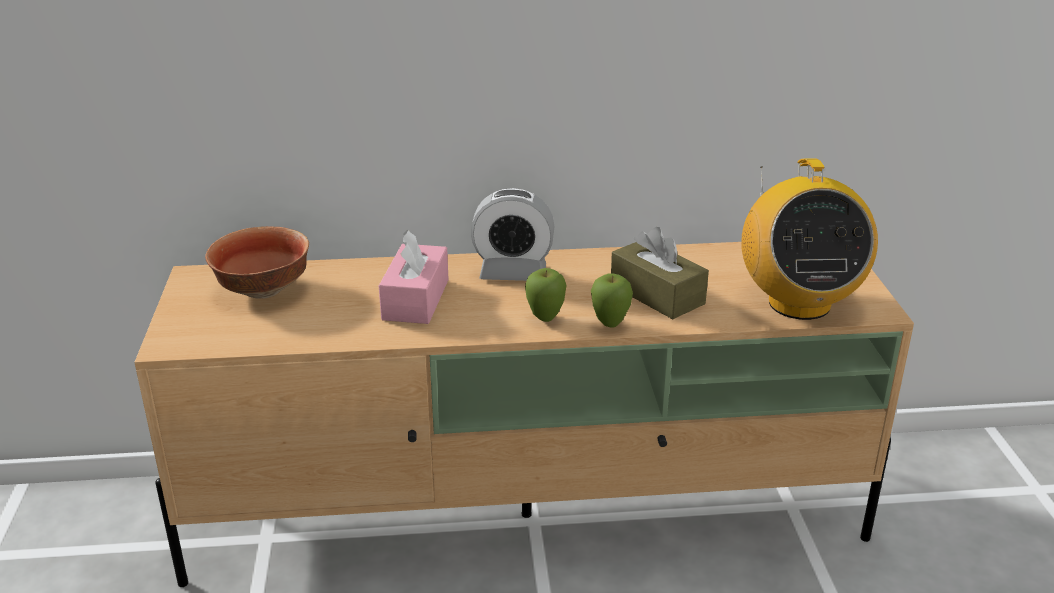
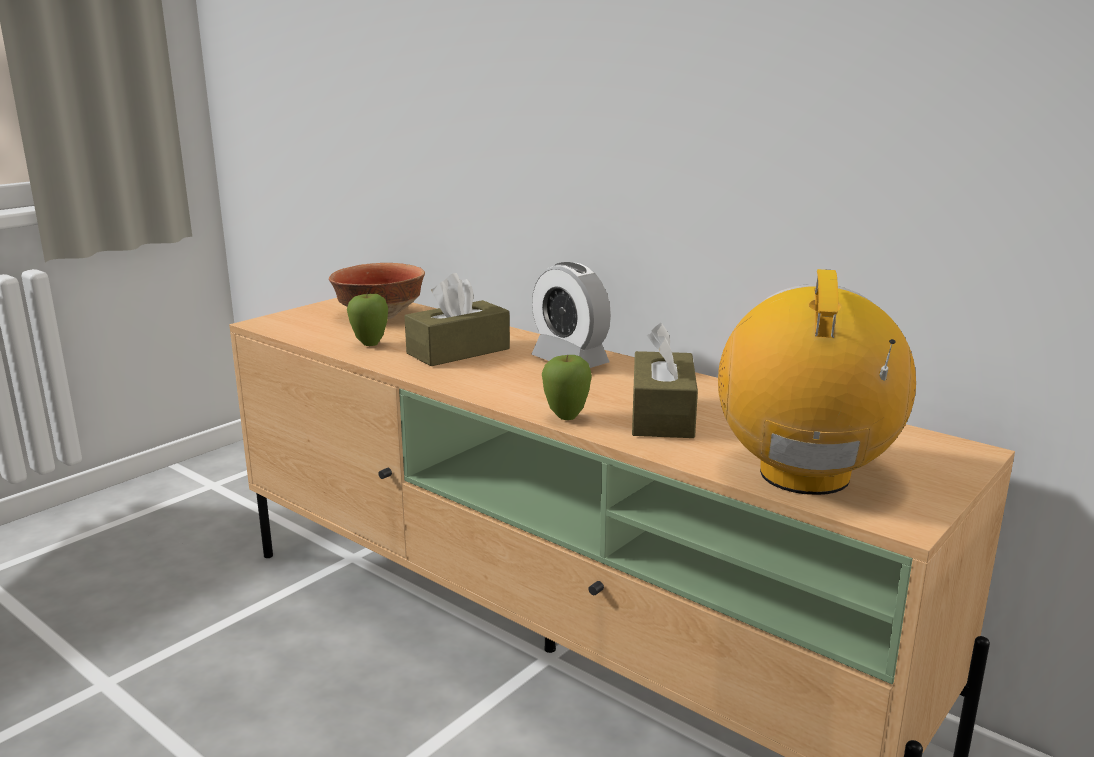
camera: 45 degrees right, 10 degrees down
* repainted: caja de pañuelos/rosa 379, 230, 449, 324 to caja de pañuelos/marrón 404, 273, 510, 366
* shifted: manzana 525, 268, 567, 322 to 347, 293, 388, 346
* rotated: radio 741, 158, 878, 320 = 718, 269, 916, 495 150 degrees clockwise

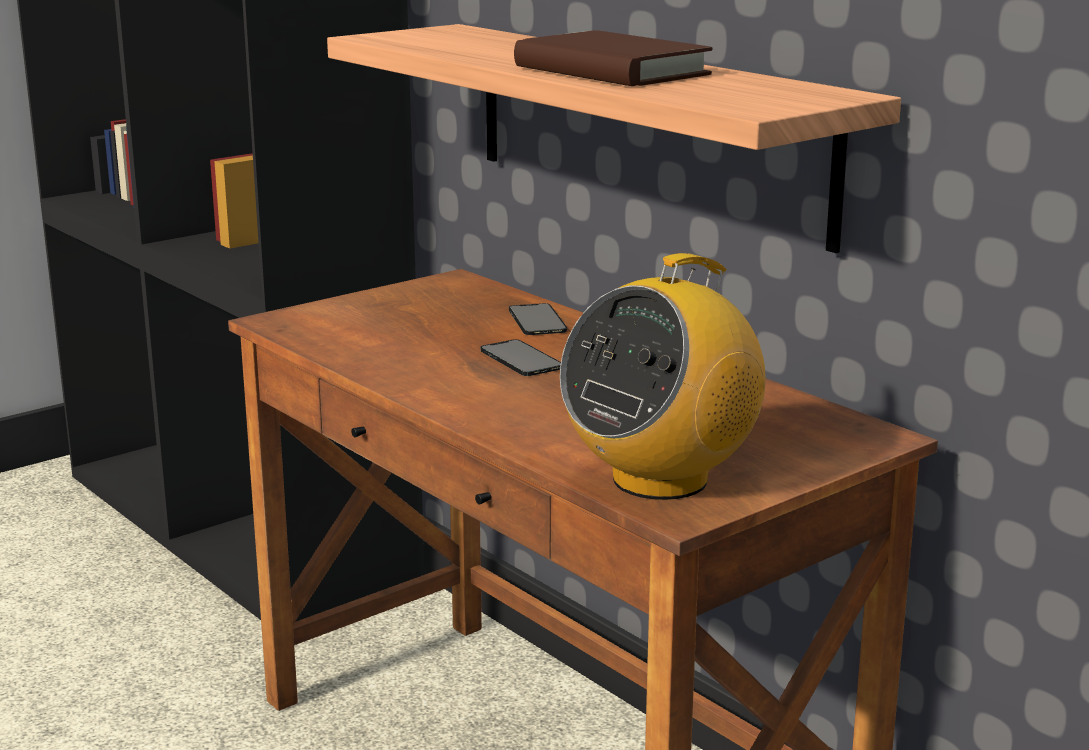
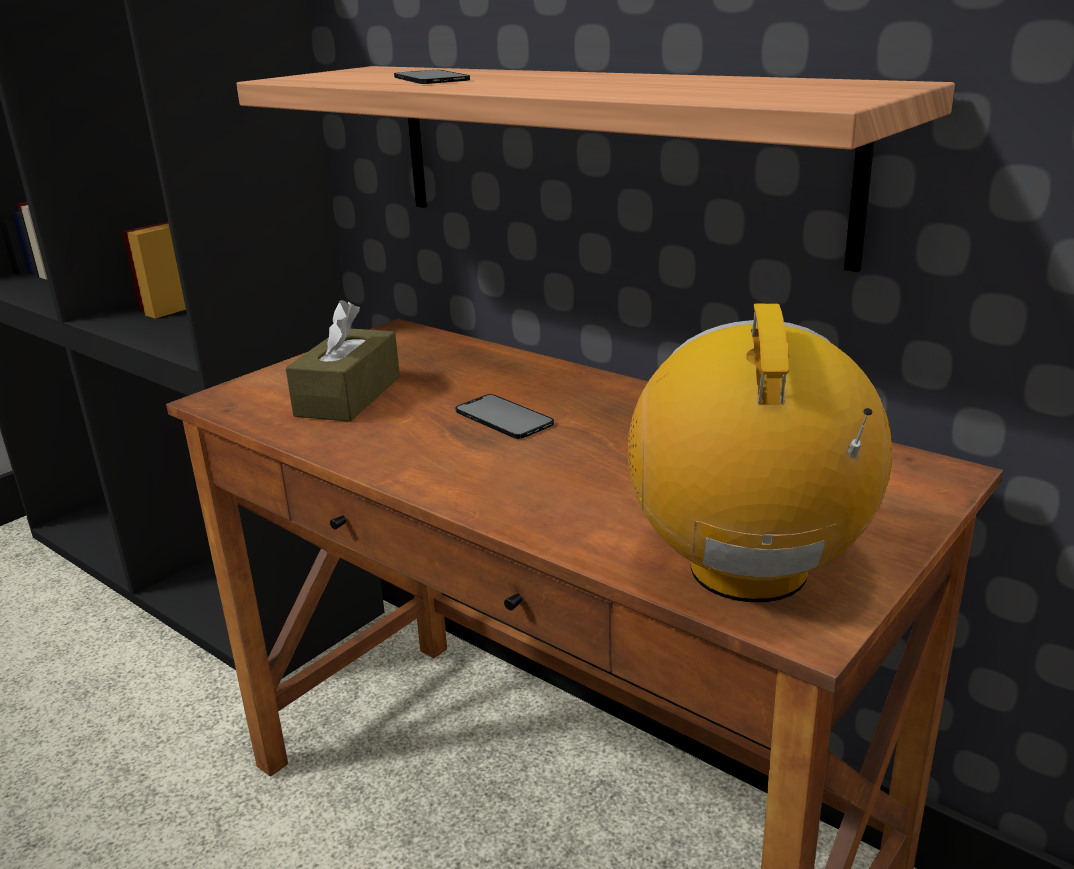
camera: 10 degrees left, 5 degrees up
* shifted: móvil 509, 303, 567, 335 to 394, 70, 470, 84
* gone: libro/marrón 514, 30, 713, 86
* rotated: radio 560, 253, 766, 500 = 628, 304, 892, 602 150 degrees clockwise
* new: caja de pañuelos/marrón 286, 300, 400, 422

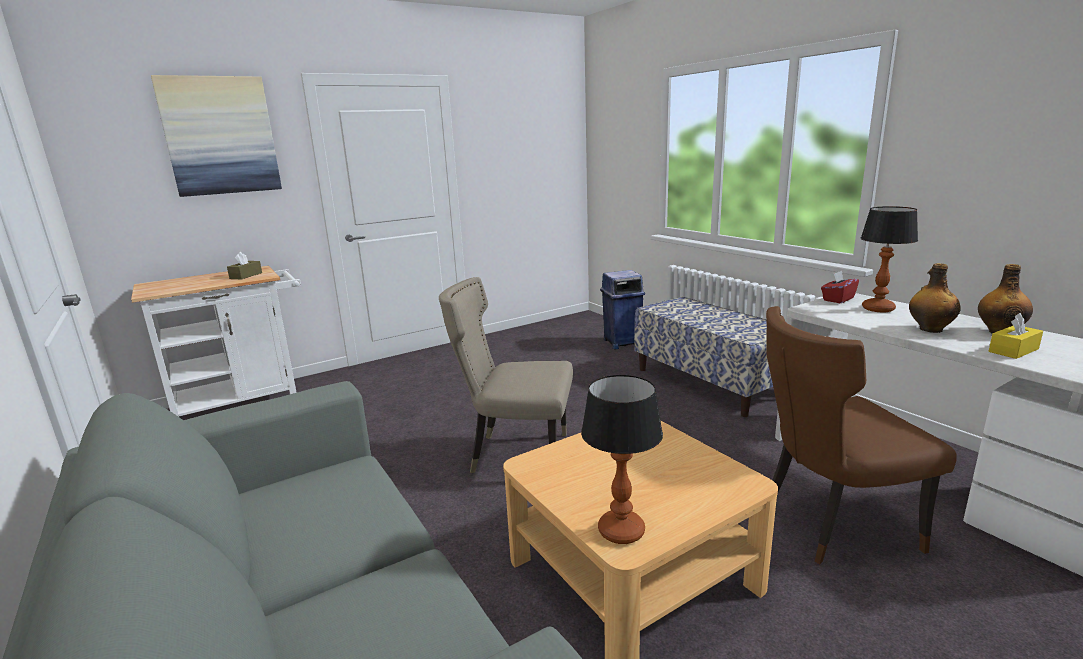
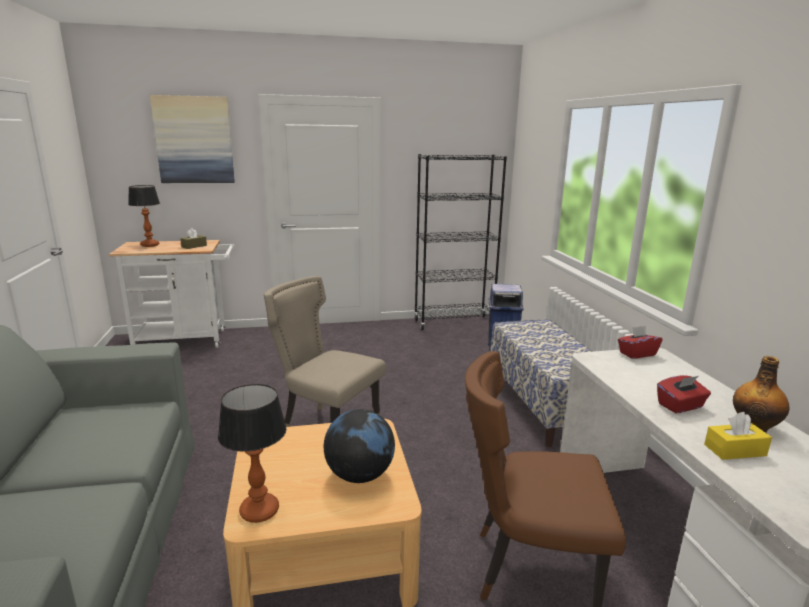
camera: 20 degrees right, 0 degrees up
* shifted: lámpara de mesa 860, 206, 918, 312 to 128, 185, 160, 247
* swapped: botella 909, 263, 961, 333 to caja de pañuelos/rojo 657, 375, 711, 413
* new: globo terráqueo 324, 409, 395, 483
* new: estantería/negro 414, 154, 507, 330

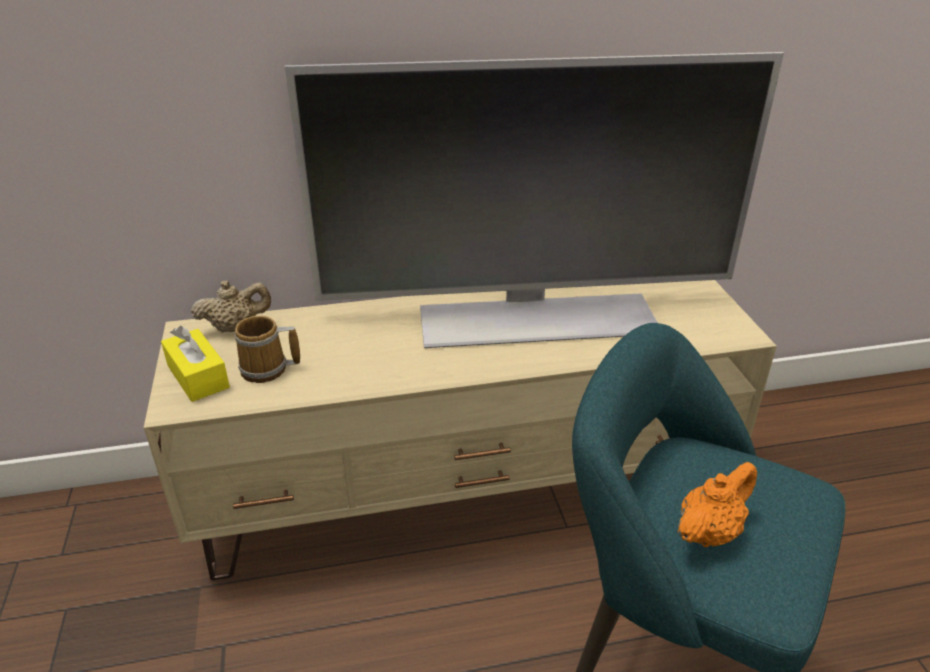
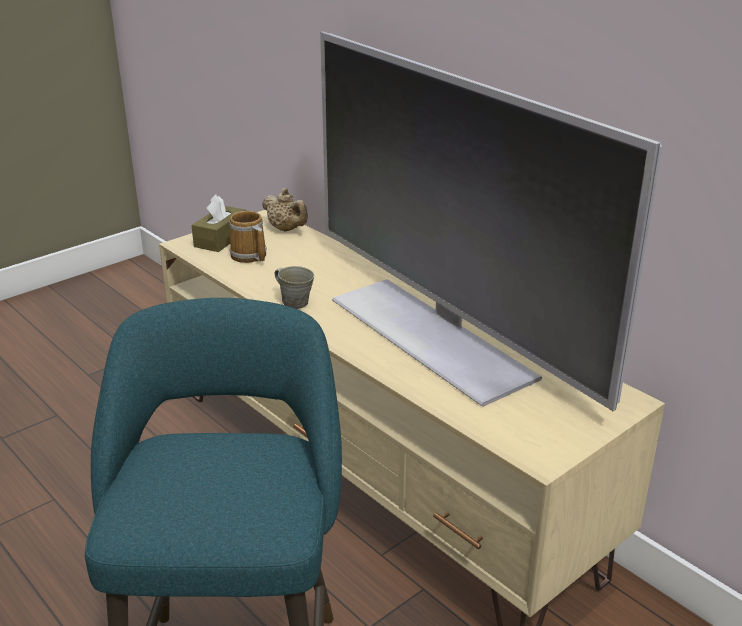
camera: 60 degrees right, 5 degrees down
* repainted: caja de pañuelos/amarillo 161, 326, 230, 402 to caja de pañuelos/marrón 191, 195, 246, 252
* gone: tetera/naranja 677, 462, 757, 547
* new: taza grande/gris 275, 266, 314, 309

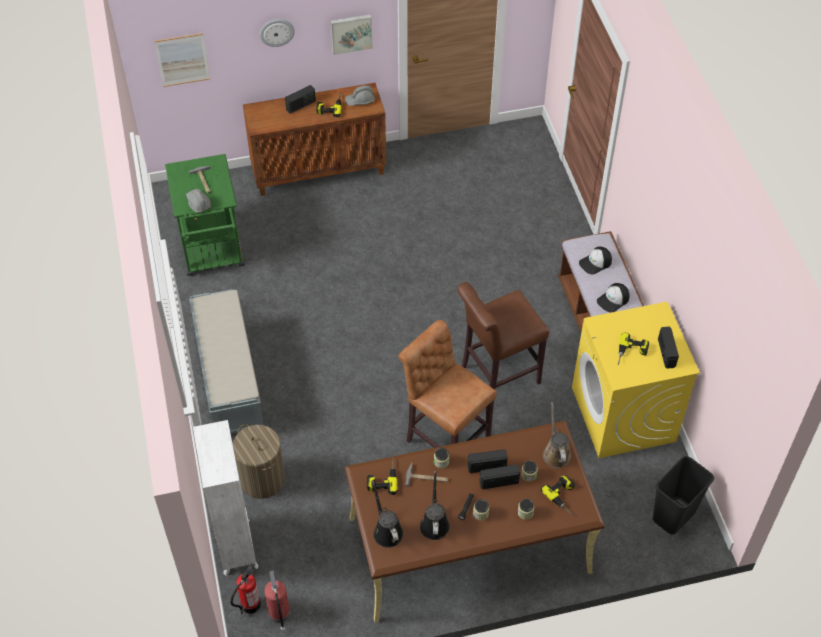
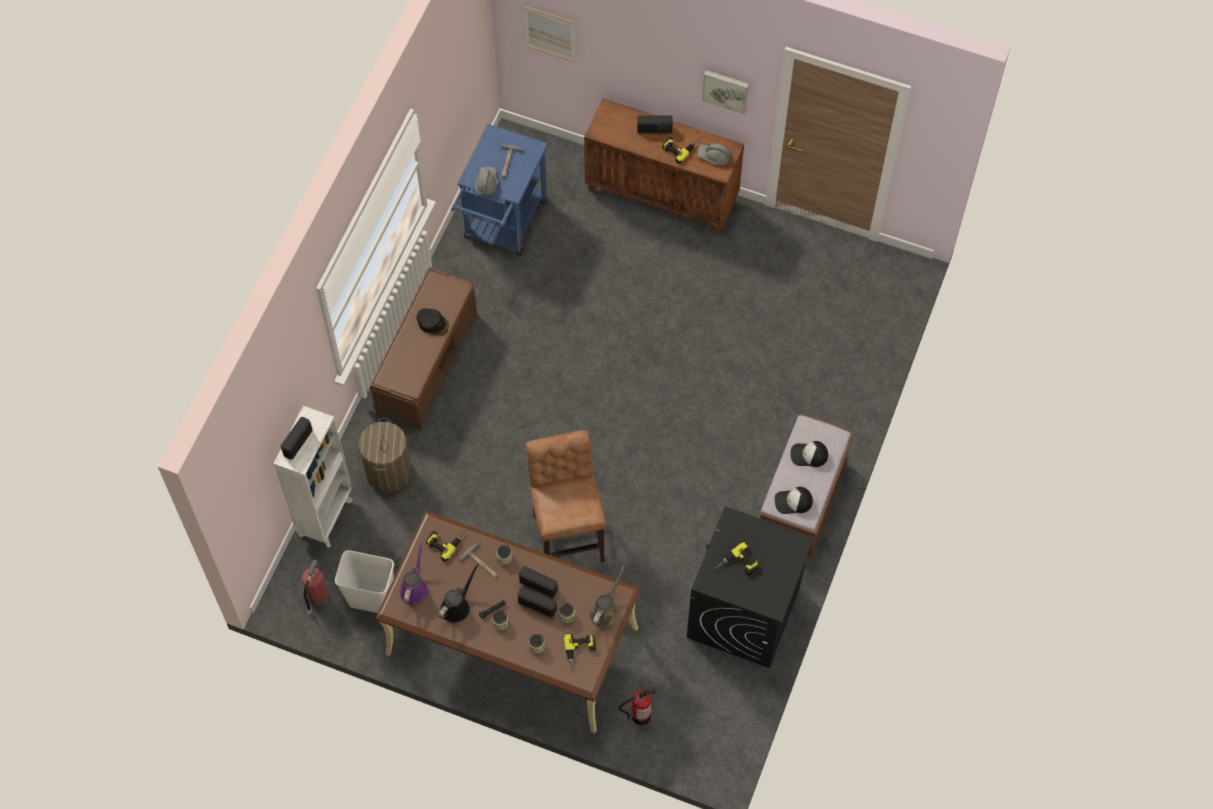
camera: 35 degrees right, 10 degrees up
* repainted: carrito/verde 165, 154, 245, 276 to carrito/azul 451, 124, 548, 256
* repainted: banco/gris 189, 289, 263, 434 to banco/marrón 369, 267, 477, 430
* shifted: extintor 230, 563, 261, 614 to 619, 687, 656, 725
* gone: reloj de pared 260, 19, 295, 47
* repainted: regadera/negro 372, 481, 403, 548 to regadera/morado 399, 540, 428, 605
* gone: taburete/marrón 457, 282, 549, 390
* repainted: lavadora/amarillo 572, 301, 700, 458 to lavadora/negro 687, 506, 814, 668
* gone: papelera/negro 653, 456, 714, 534
* shifted: radio 658, 327, 679, 369 to 281, 416, 313, 460
* new: papelera/blanco 335, 550, 394, 613
* new: gorra/negro 416, 309, 449, 335

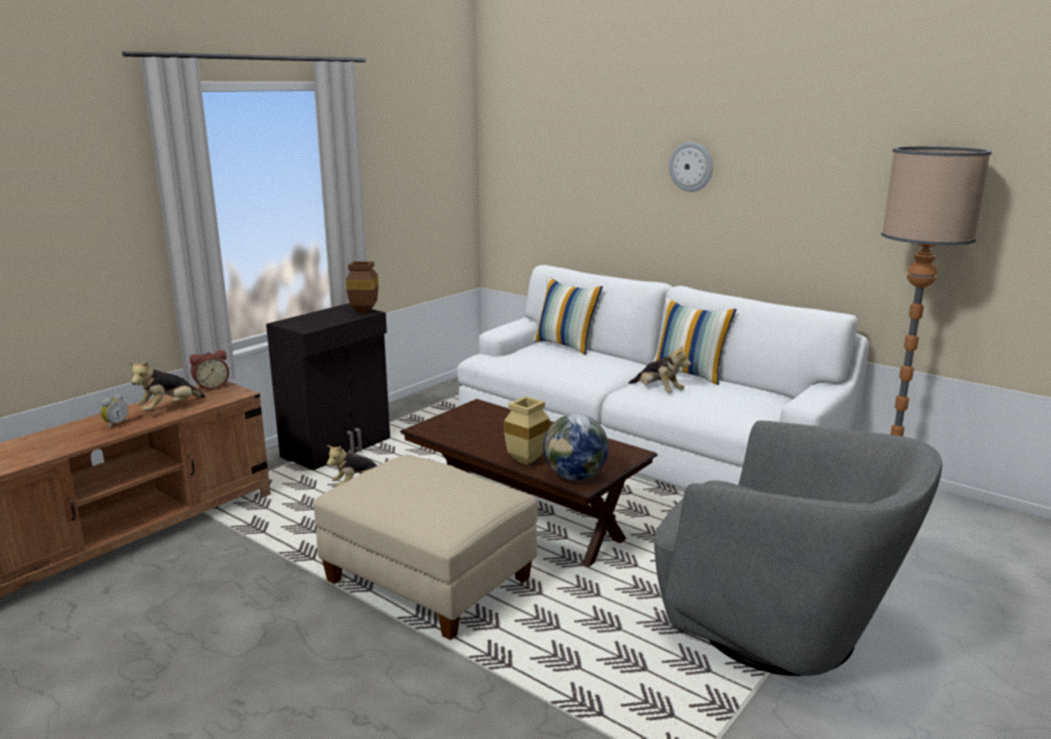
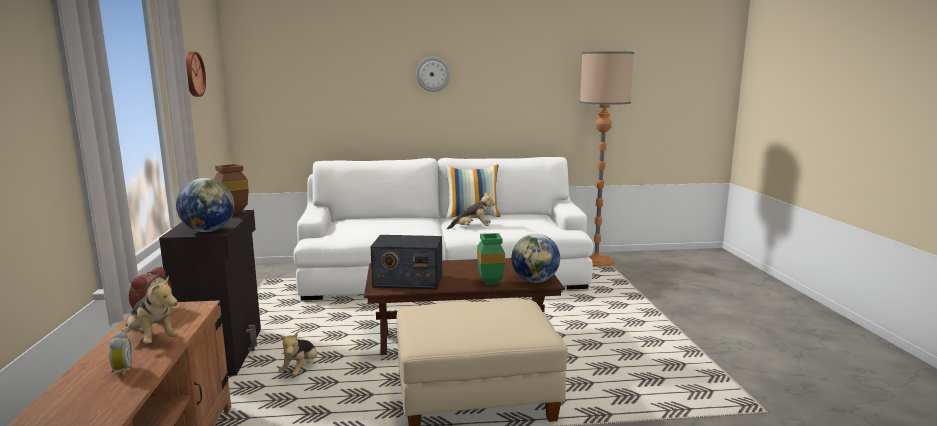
camera: 45 degrees left, 5 degrees down
* rotated: peluche 128, 360, 205, 411 = 122, 275, 178, 344 45 degrees counterclockwise
* repainted: florero/beis 504, 396, 550, 465 to florero/verde 477, 233, 505, 285
* gone: cojín 532, 276, 603, 355
* gone: sillón/gris 654, 421, 942, 676
* new: globo terráqueo 176, 178, 234, 232
* new: reloj de pared 186, 52, 206, 97
* new: radio 370, 235, 442, 289

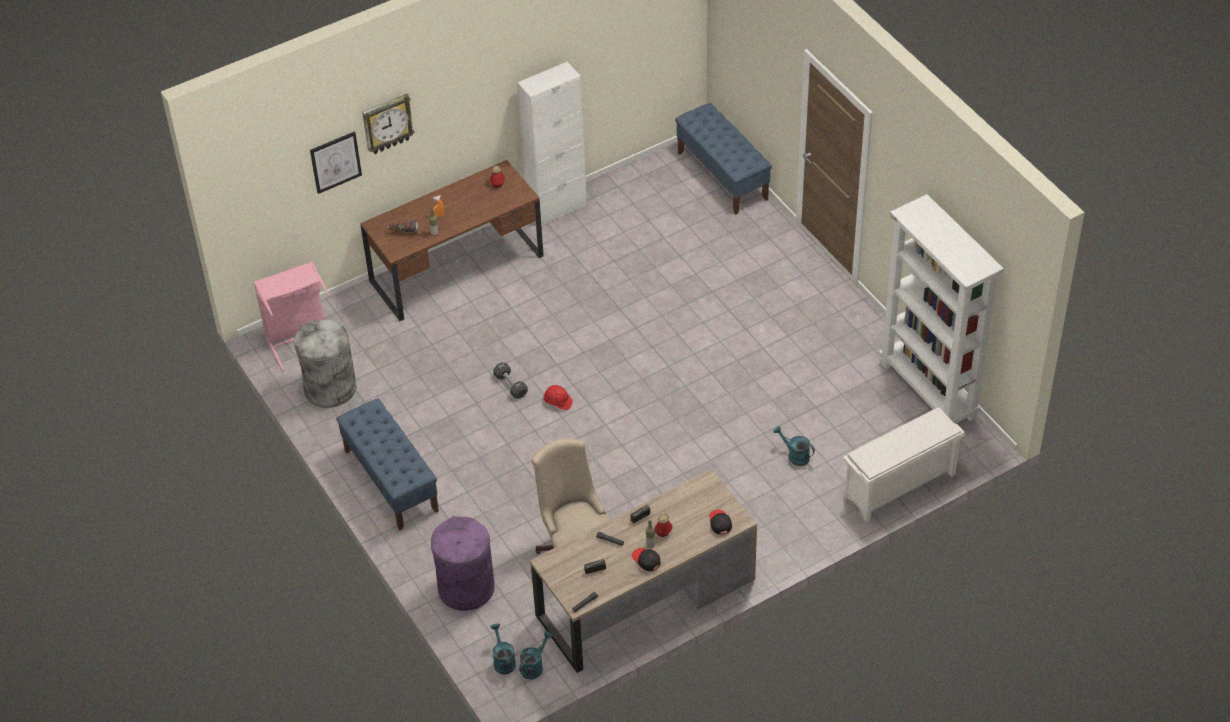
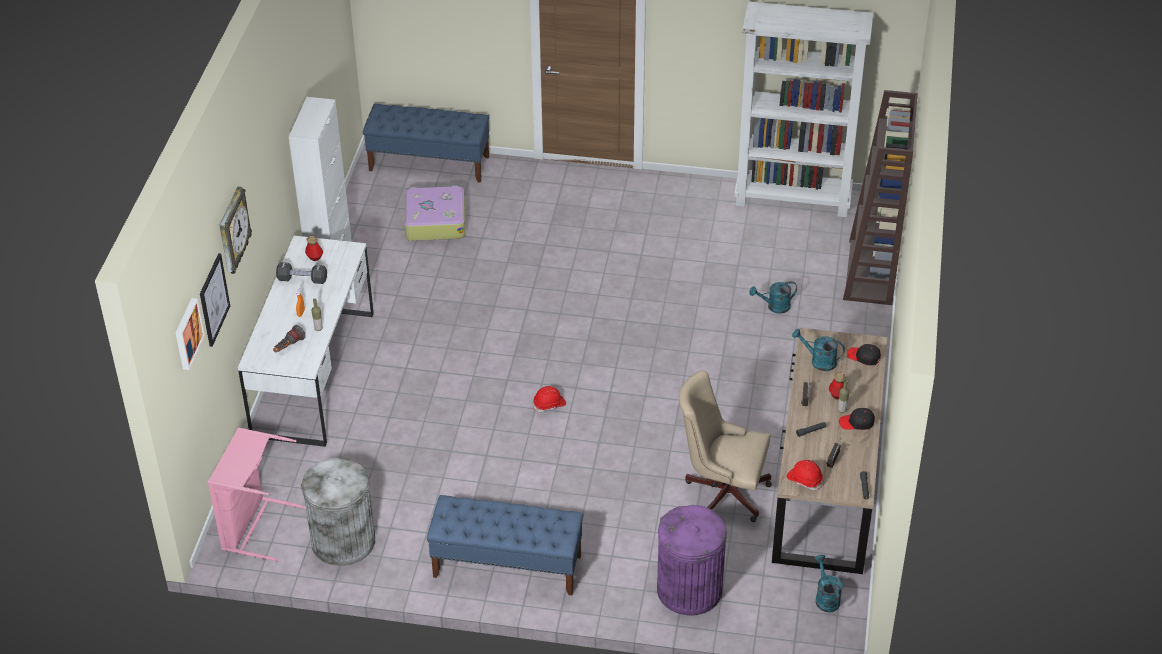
camera: 50 degrees left, 5 degrees down
* repainted: escritorio/marrón 360, 160, 544, 321 to escritorio/blanco 238, 236, 374, 447
* shifted: regadera/turquesa 491, 623, 516, 674 to 792, 329, 845, 371
* shifted: mancuerna/negro 493, 362, 528, 399 to 276, 262, 327, 284
* swapped: zapatero/blanco 843, 407, 965, 522 to estantería/marrón 843, 90, 918, 305
* new: cuadro 176, 298, 205, 370
* new: maleta 405, 186, 466, 241
* new: casco/rojo 786, 460, 823, 490

